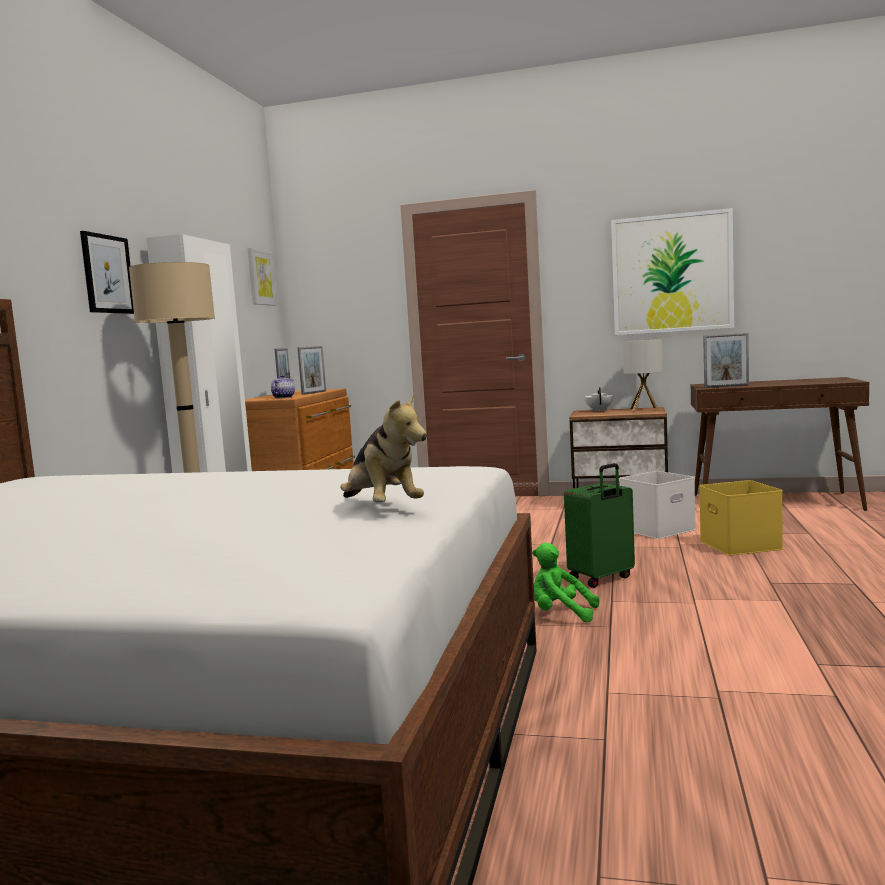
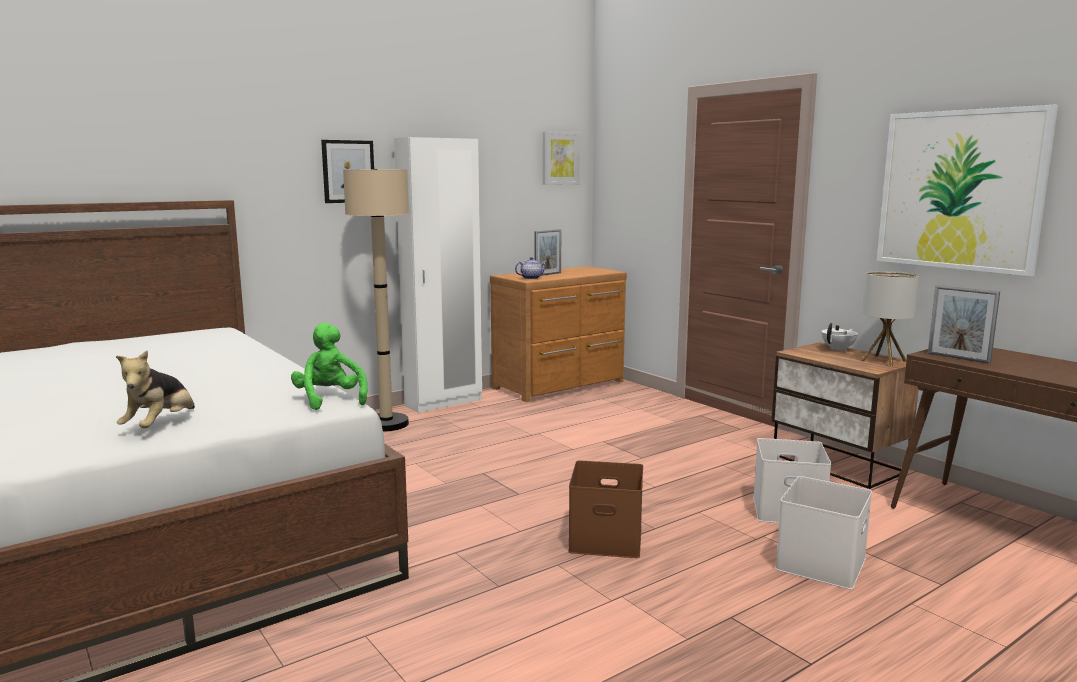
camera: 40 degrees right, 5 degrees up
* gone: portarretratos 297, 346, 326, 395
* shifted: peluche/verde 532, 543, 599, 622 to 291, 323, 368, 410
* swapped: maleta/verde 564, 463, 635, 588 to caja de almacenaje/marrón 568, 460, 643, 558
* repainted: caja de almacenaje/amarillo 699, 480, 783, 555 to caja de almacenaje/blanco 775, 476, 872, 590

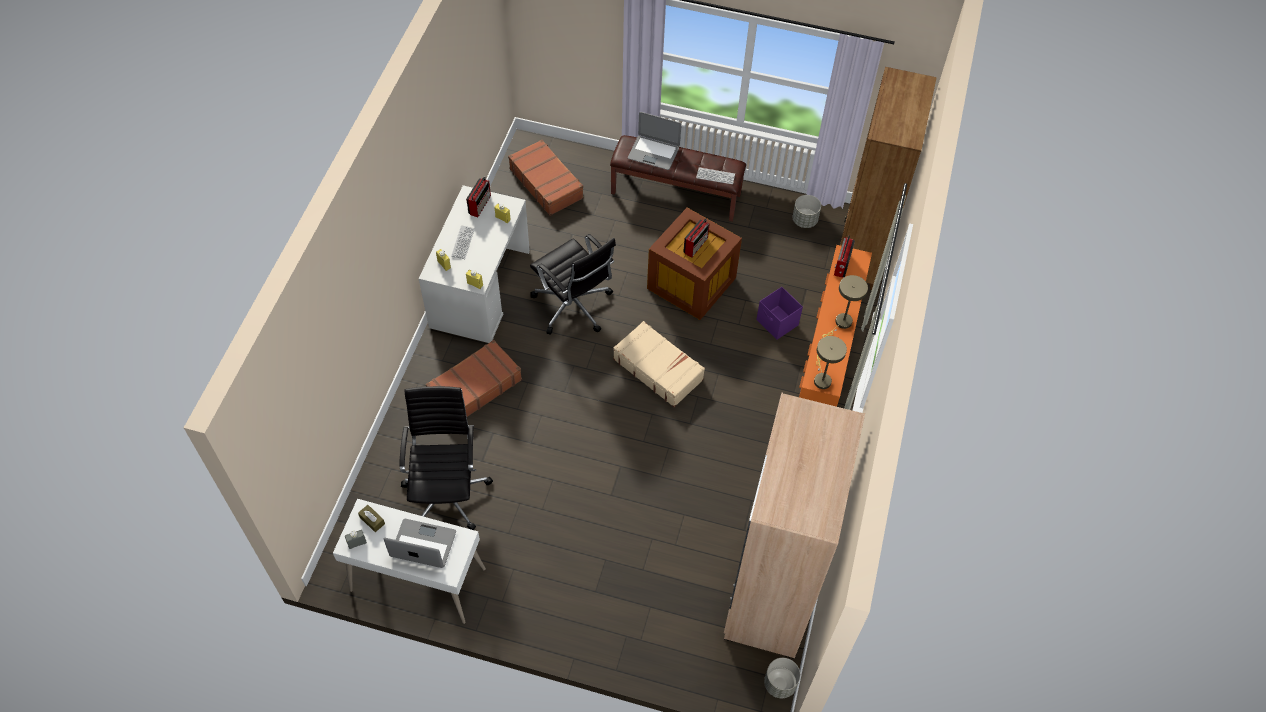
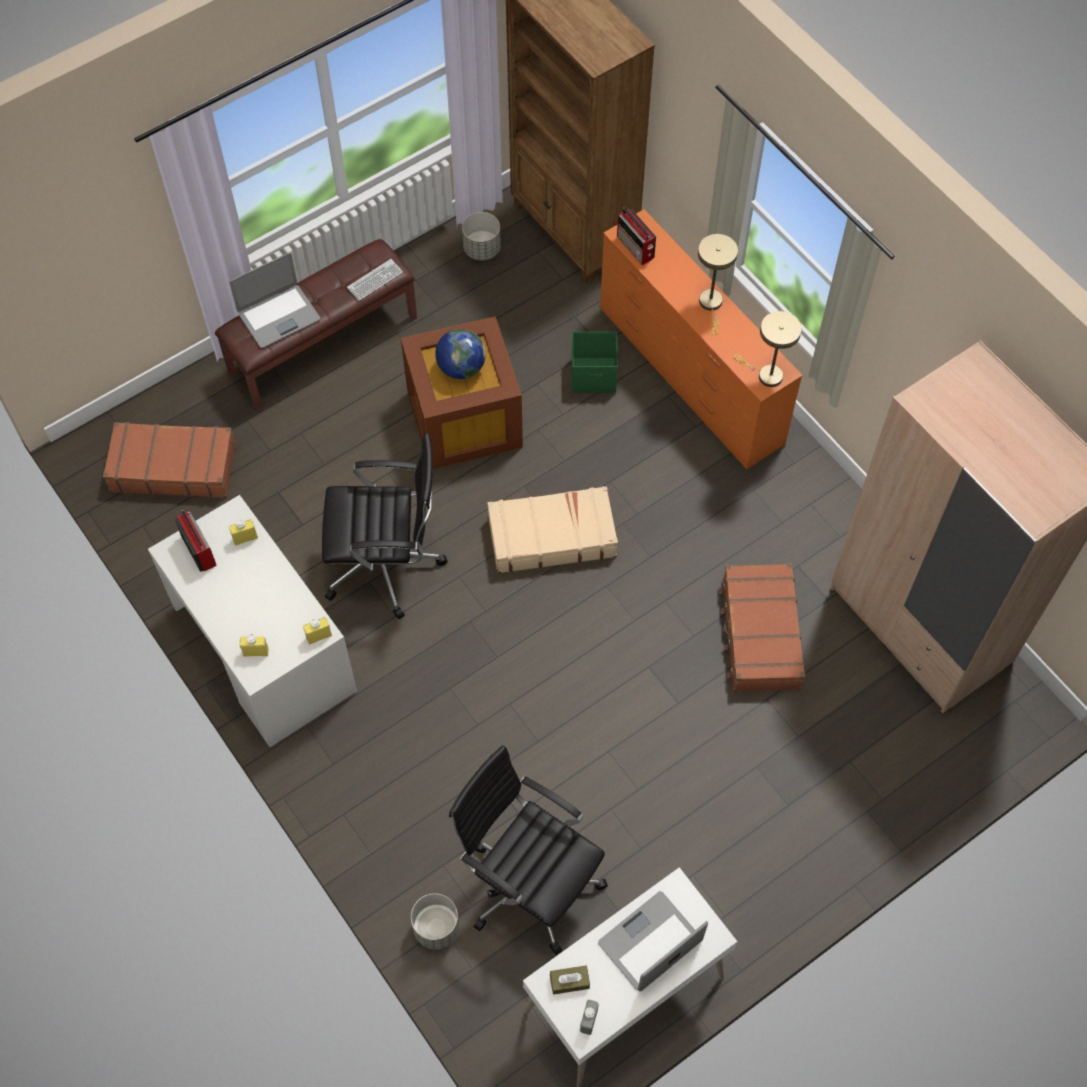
camera: 50 degrees left, 5 degrees up
* shifted: maleta/marrón 426, 340, 522, 417 to 719, 563, 805, 692
* gone: teclado 451, 225, 475, 259
* swapped: radio 683, 219, 710, 257 to globo terráqueo 435, 329, 486, 379
* repainted: caja de almacenaje/morado 756, 287, 803, 340 to caja de almacenaje/verde 572, 332, 618, 393
* shifted: maceta/gris 764, 658, 800, 698 to 411, 893, 459, 949

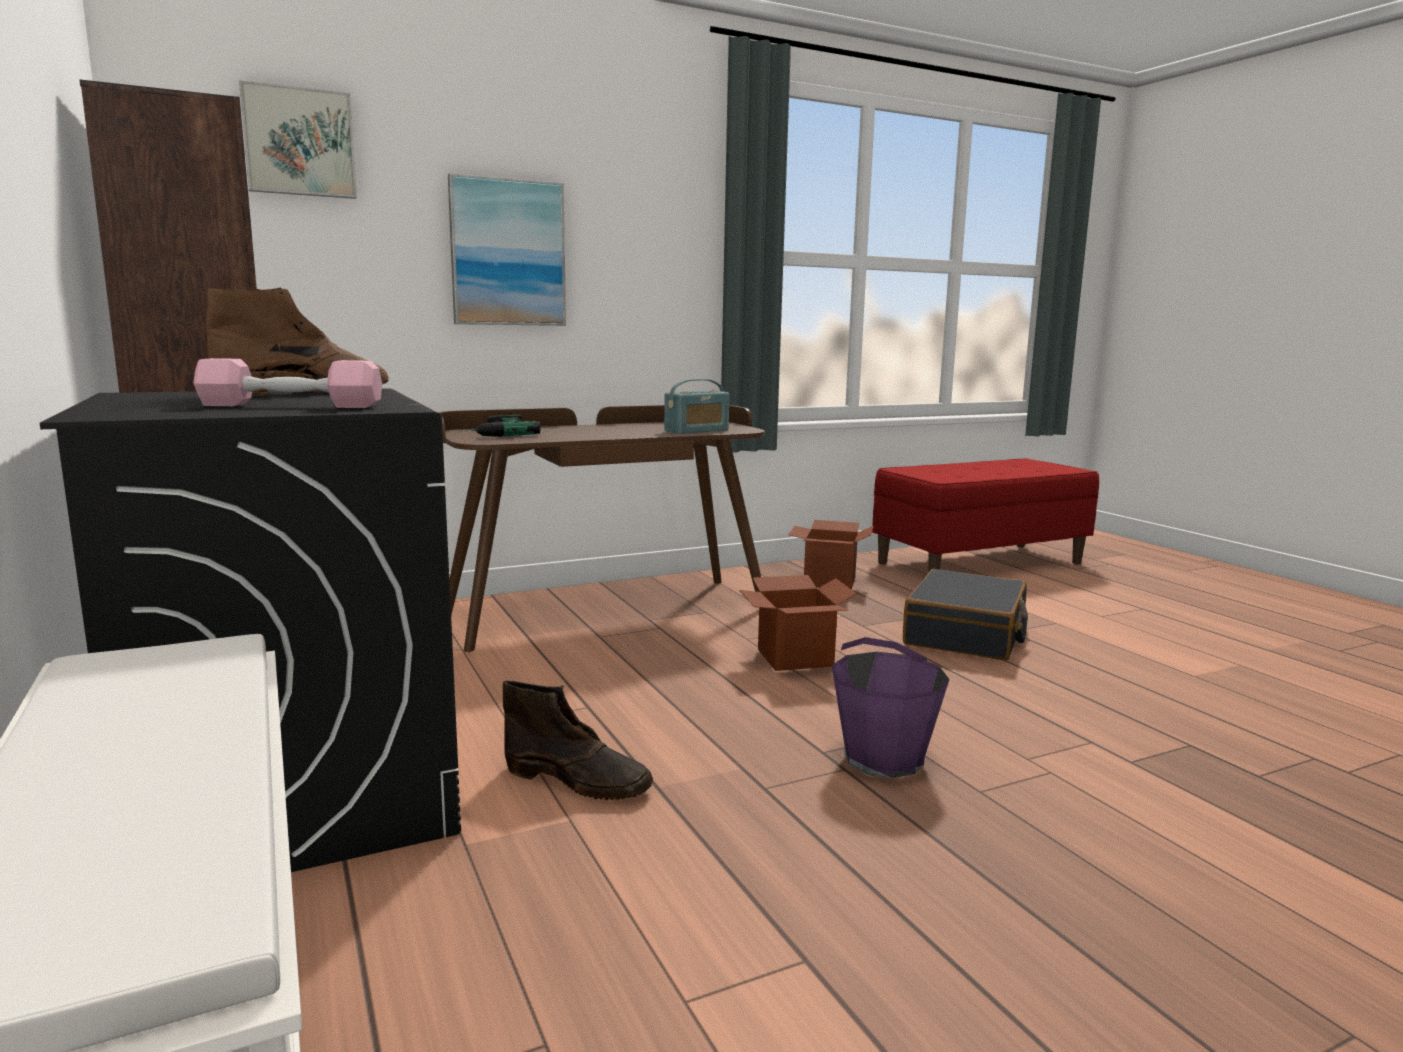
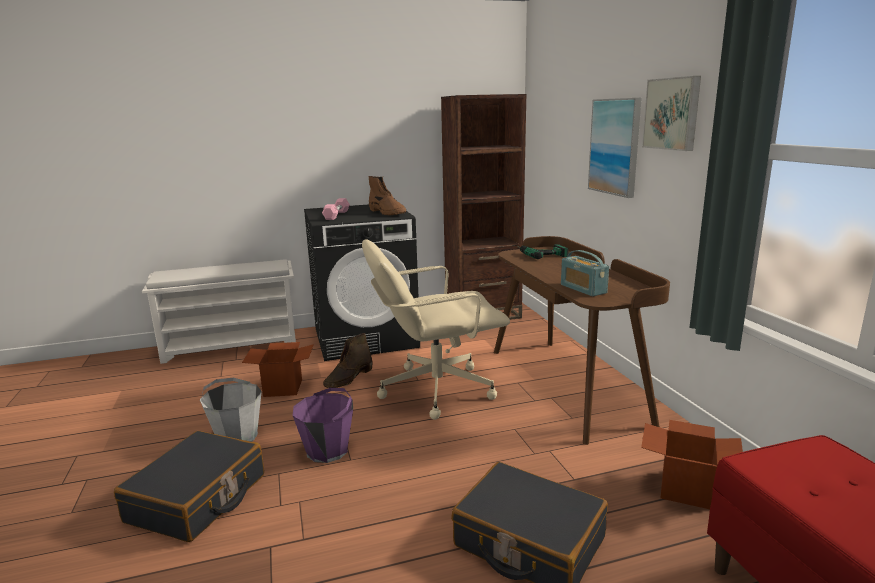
camera: 100 degrees right, 5 degrees up
* shifted: cuadro 239, 80, 357, 199 to 642, 76, 701, 151
* shifted: caja de cartón 739, 575, 857, 671 to 242, 342, 314, 397
* new: maleta/negro 114, 431, 264, 542
* new: cubo/gris 200, 378, 262, 442
* new: silla de oficina/beis 362, 239, 510, 420

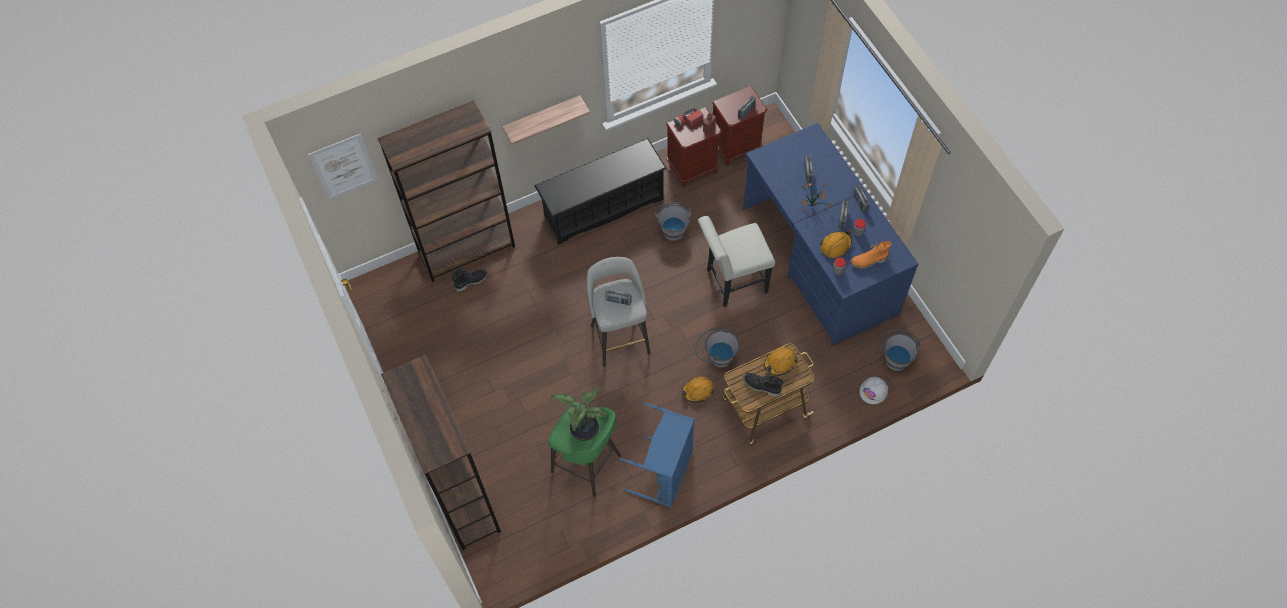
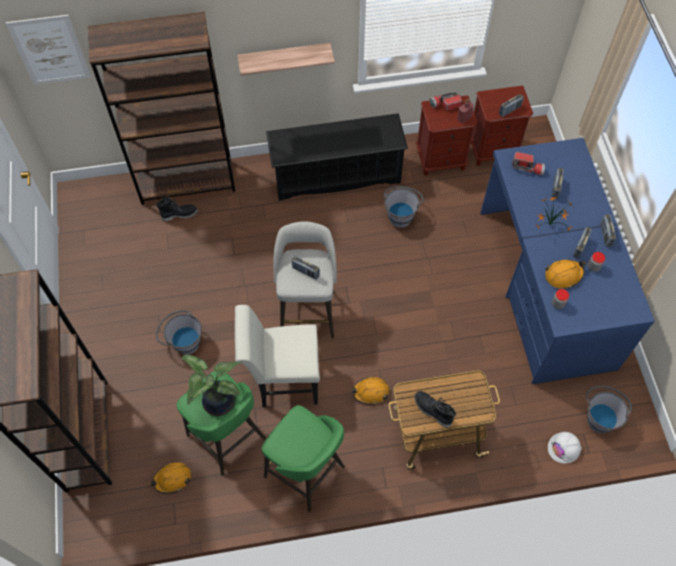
camera: 15 degrees right, 0 degrees up
* swapped: cesto de la ropa/azul 620, 402, 694, 508 to taburete/verde 262, 405, 345, 512
* shifted: cubo/gris 695, 328, 740, 367 to 156, 310, 202, 355
* shifted: silla/blanco 698, 216, 775, 307 to 235, 305, 320, 407
* shifted: casco/naranja 764, 347, 798, 376 to 150, 462, 191, 494
* gone: bota/naranja 850, 241, 892, 269
* new: linterna 512, 152, 545, 175

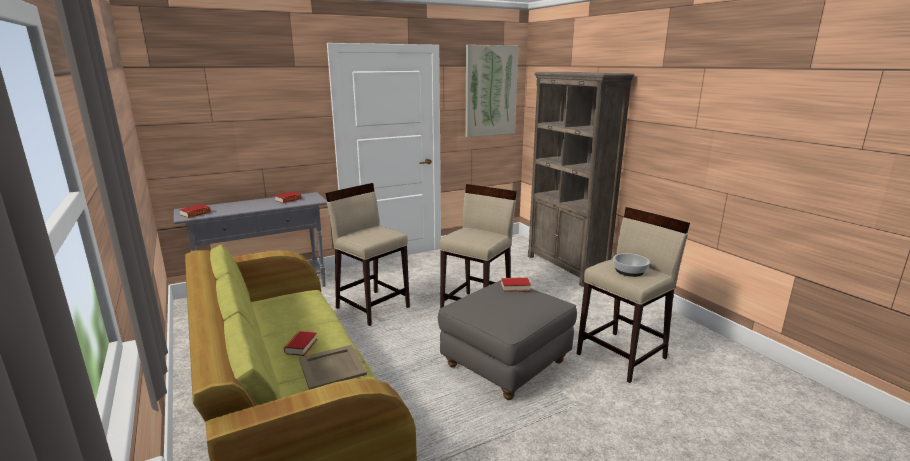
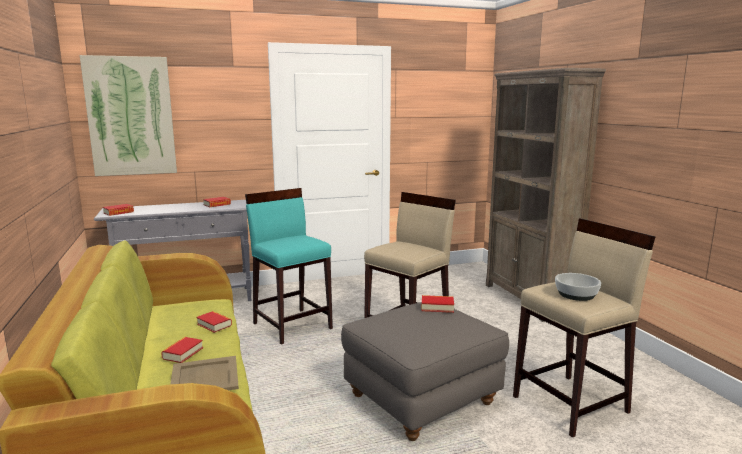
camera: 10 degrees right, 5 degrees down
* repainted: taburete/beis 325, 183, 410, 326 to taburete/turquesa 245, 188, 333, 345
* shifted: cuadro 465, 45, 518, 137 to 80, 55, 177, 176
* new: libro 196, 311, 232, 333

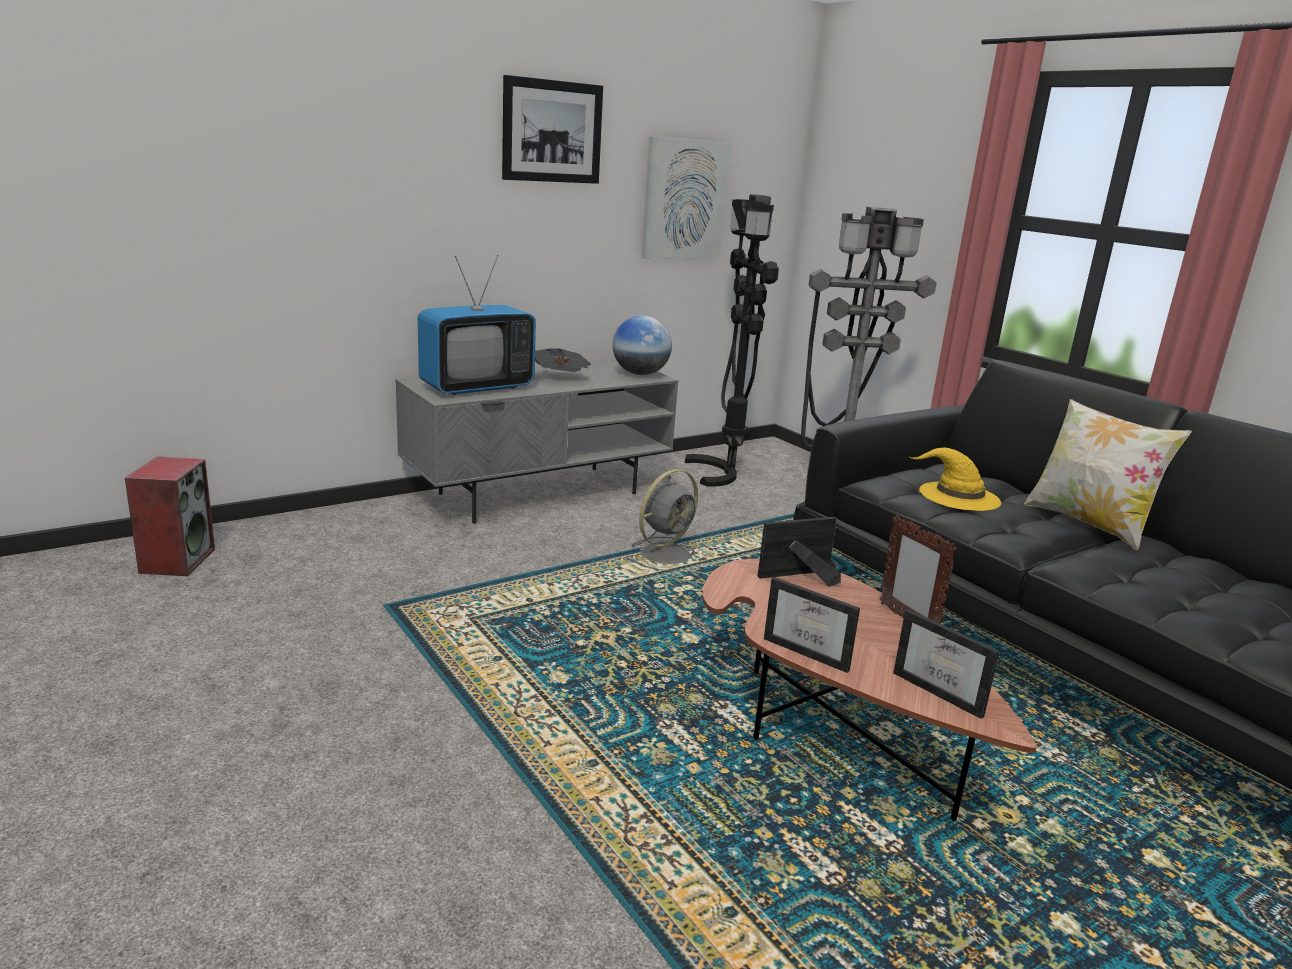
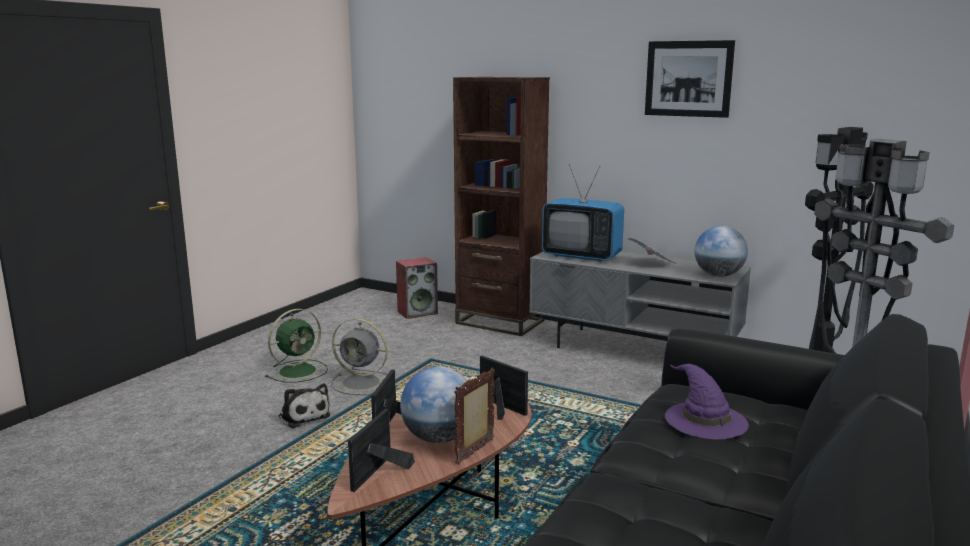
camera: 65 degrees right, 5 degrees down
* shifted: ventilador/gris 625, 469, 698, 571 to 331, 318, 388, 395
* gone: cuadro 642, 137, 731, 259
* repainted: sombrero/amarillo 910, 448, 1001, 511 to sombrero/morado 665, 364, 749, 440
* gone: cojín 1024, 399, 1192, 550
* new: ventilador/verde 265, 309, 328, 383
* new: peluche 279, 383, 330, 428
* new: globo terráqueo 400, 367, 471, 443
* new: estantería/marrón 453, 77, 550, 336

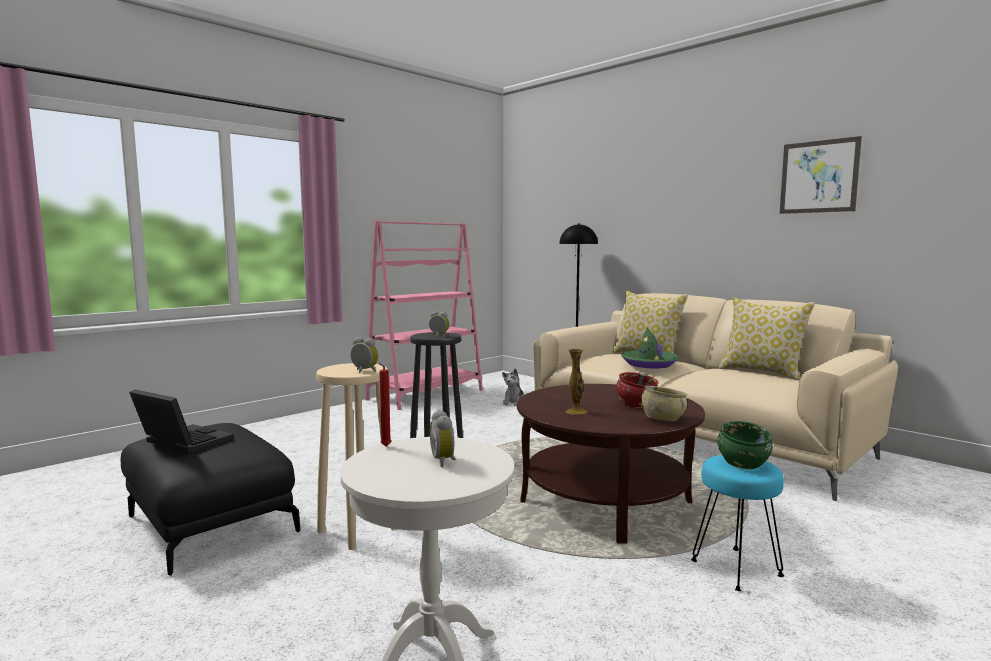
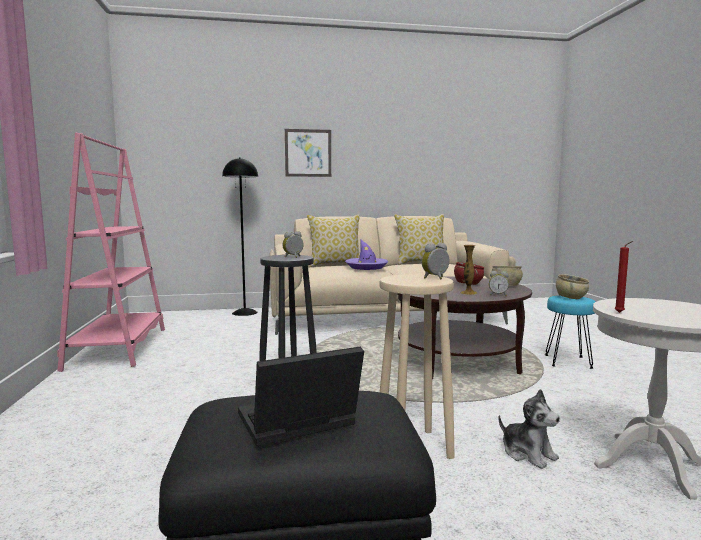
camera: 55 degrees left, 0 degrees up
* shifted: despertador 430, 410, 455, 467 to 489, 271, 509, 296
* shifted: peluche 502, 368, 524, 406 to 499, 389, 560, 469
* repainted: sombrero/verde 621, 327, 679, 368 to sombrero/morado 345, 240, 389, 270
* repainted: cuenco/verde 717, 421, 772, 469 to cuenco/beis 556, 274, 589, 299
* shifted: cuadro 780, 136, 862, 214 to 285, 129, 331, 177

